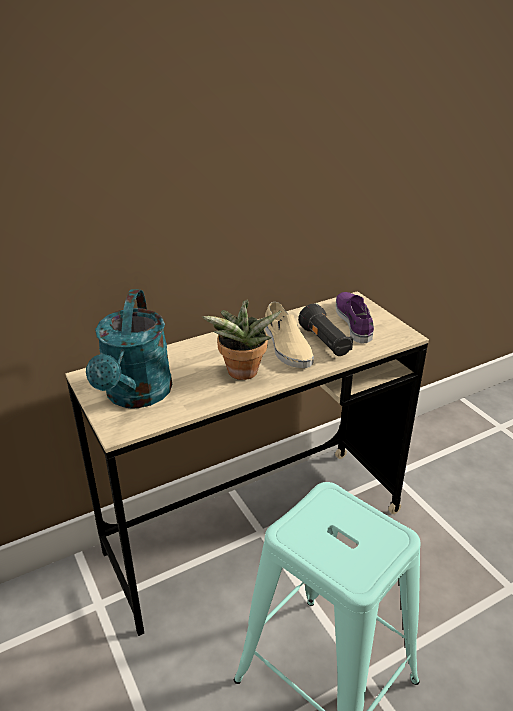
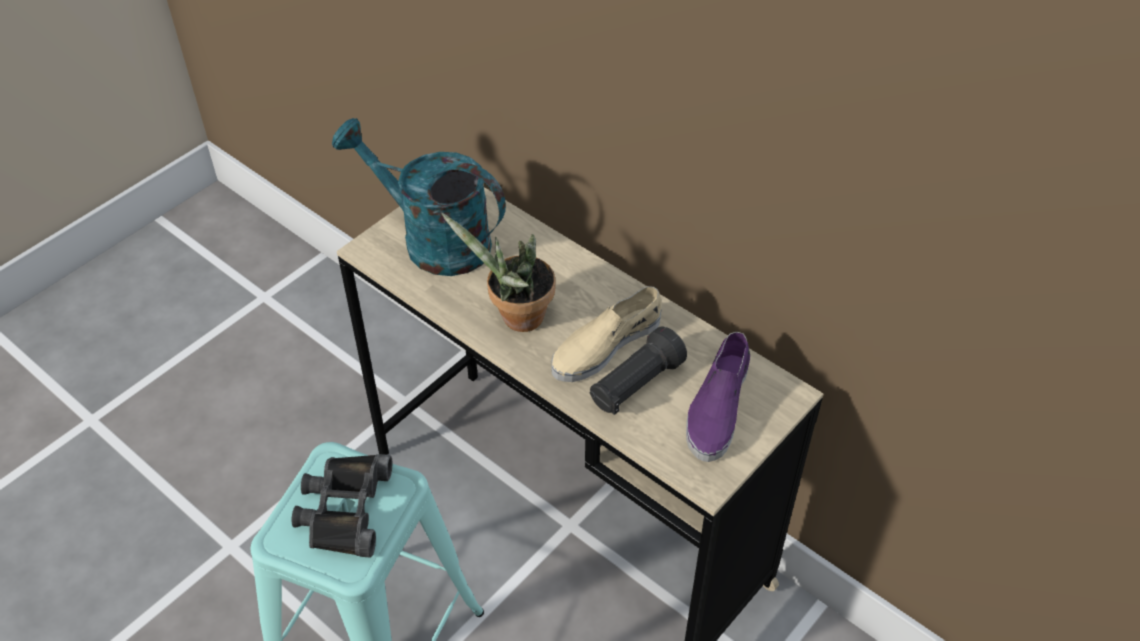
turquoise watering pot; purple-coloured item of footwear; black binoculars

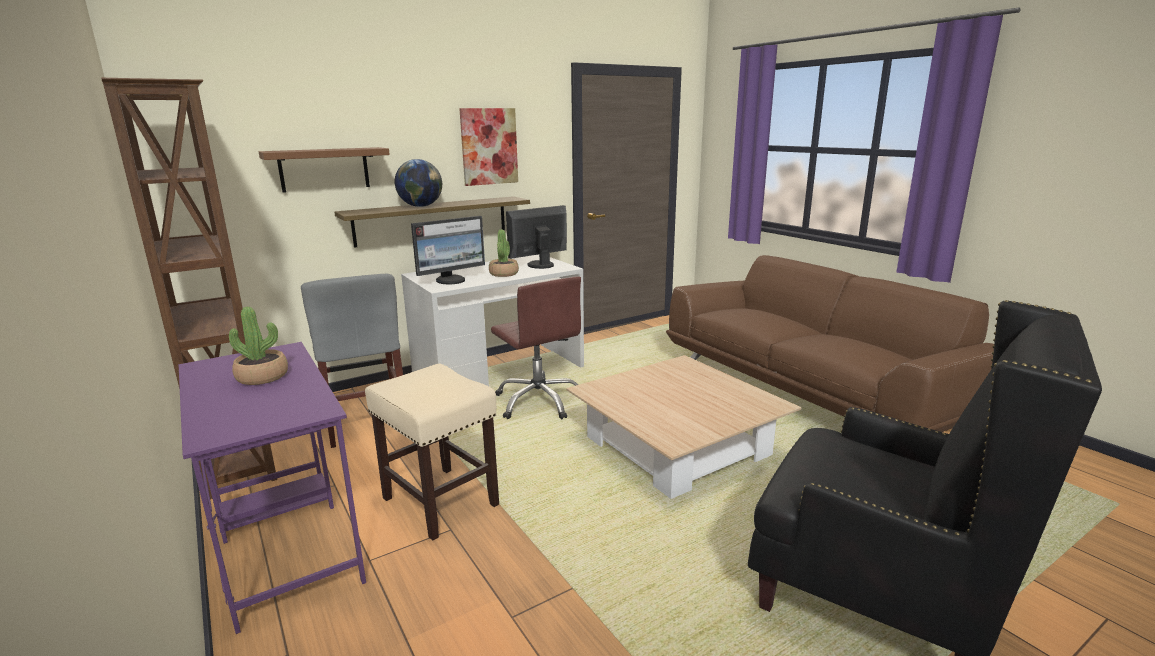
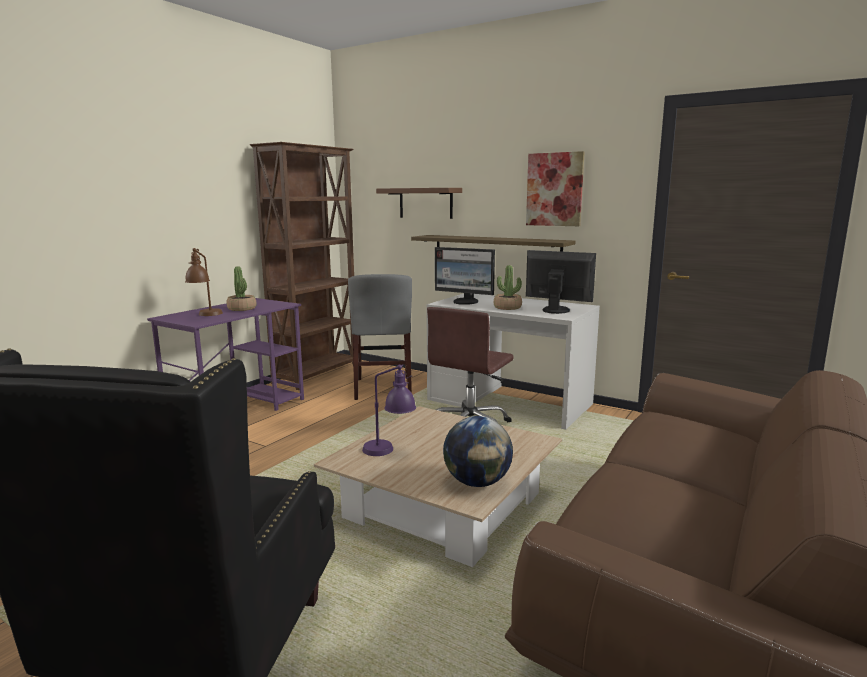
globe; grey chair; beige-coloured stool; brown-coloured table lamp; purple-coloured table lamp

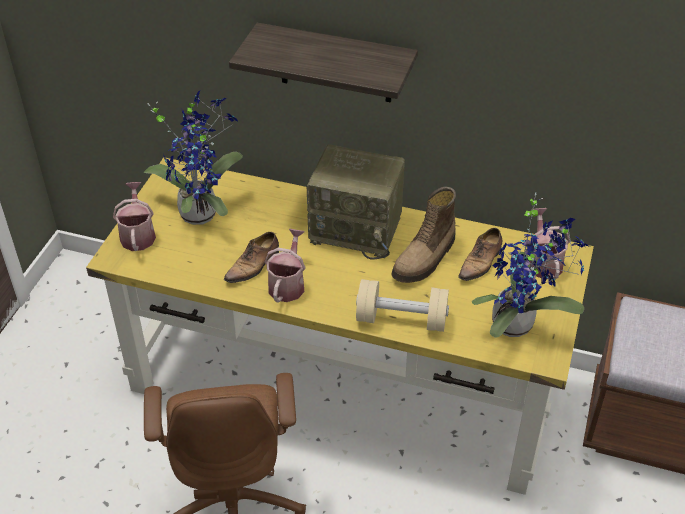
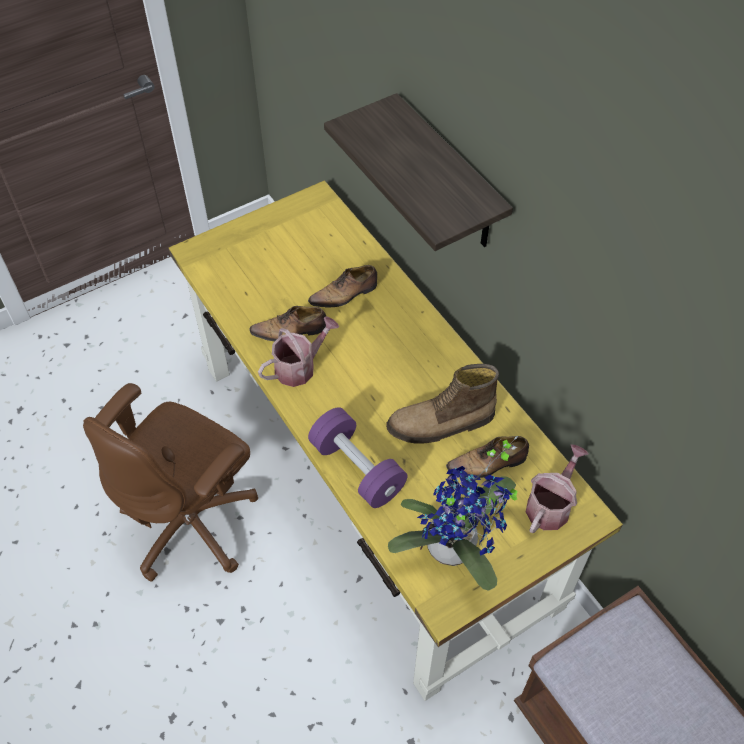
potted plant (no. 1 from left in the first image); radio set; watering pot (no. 1 from left in the first image); purple-coloured dumbbell; item of footwear (no. 2 from left)

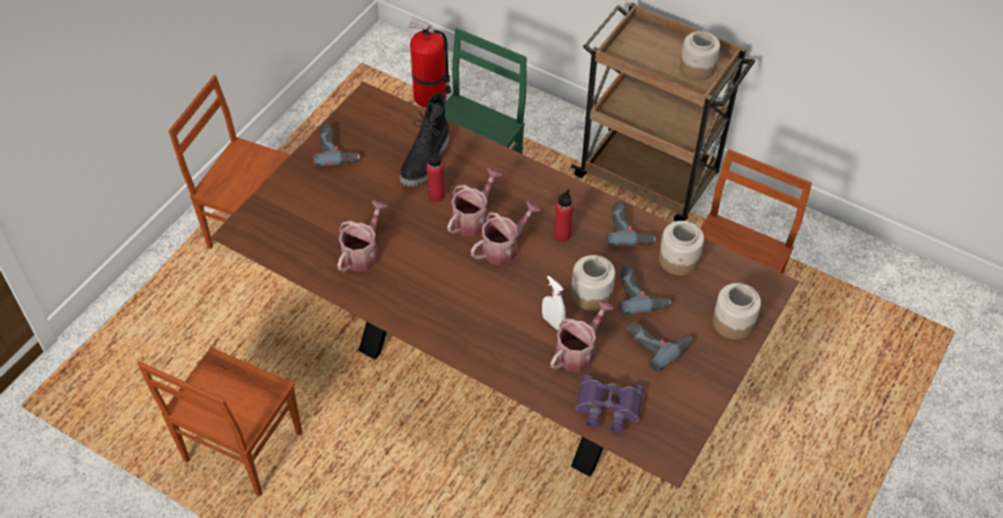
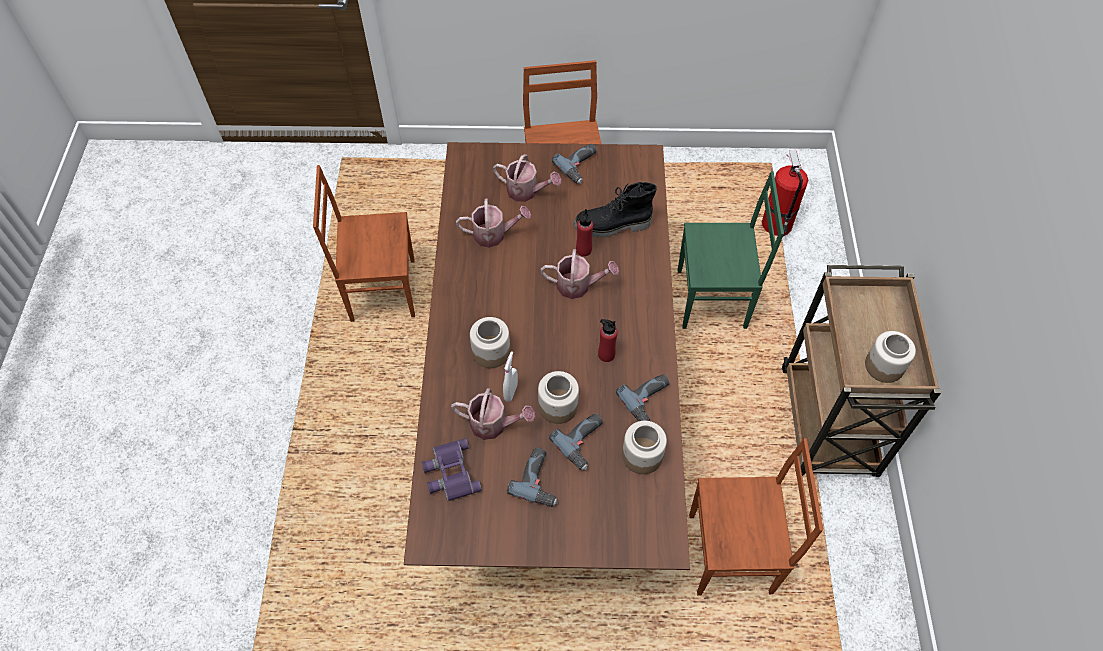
watering pot (no. 3 from left); storage jar (no. 1 from left)

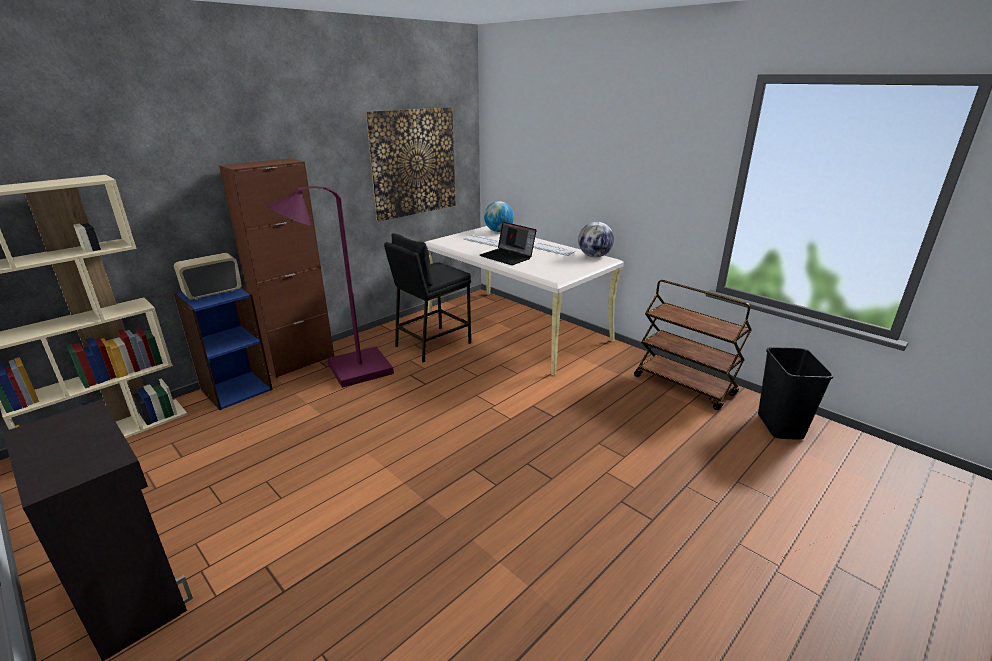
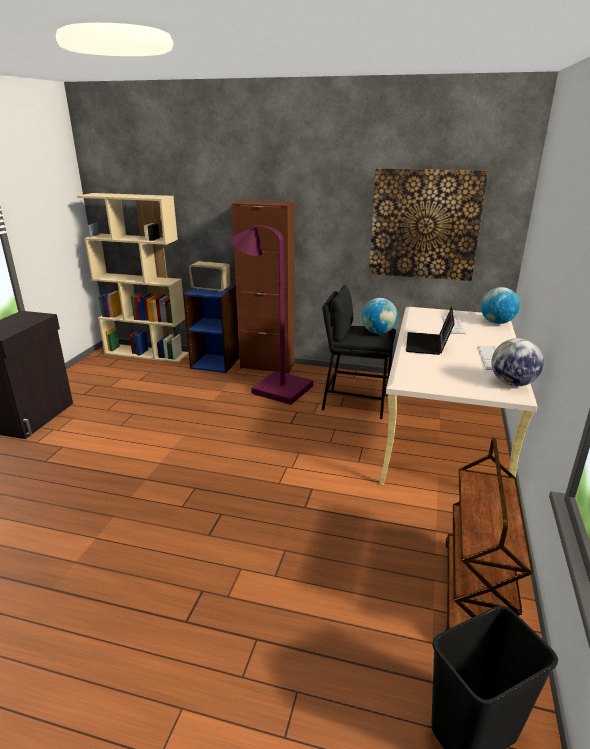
globe (no. 1 from left)

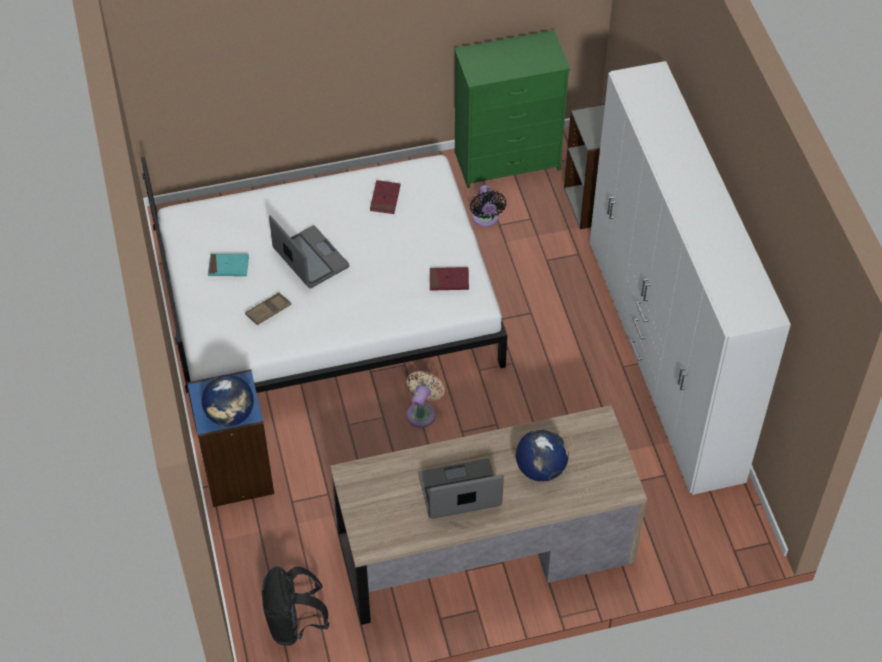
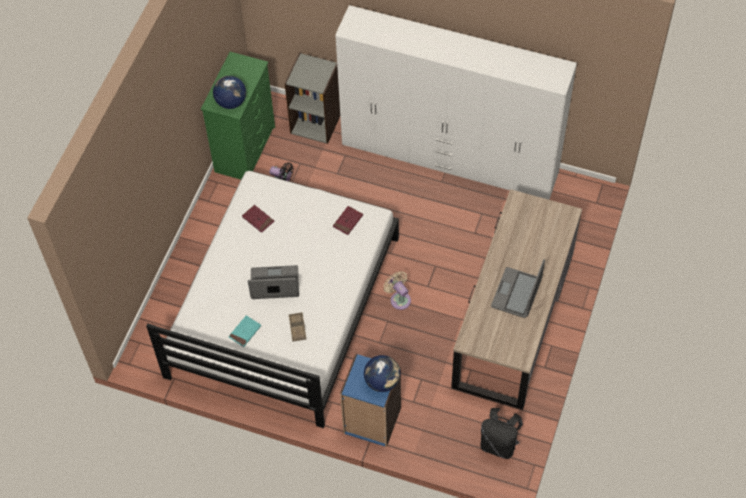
globe (no. 1 from left)

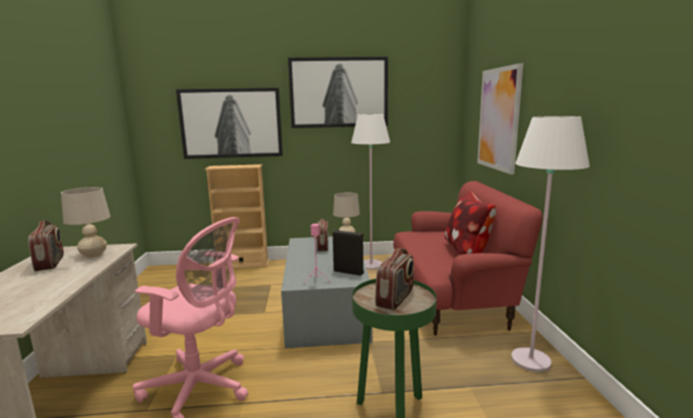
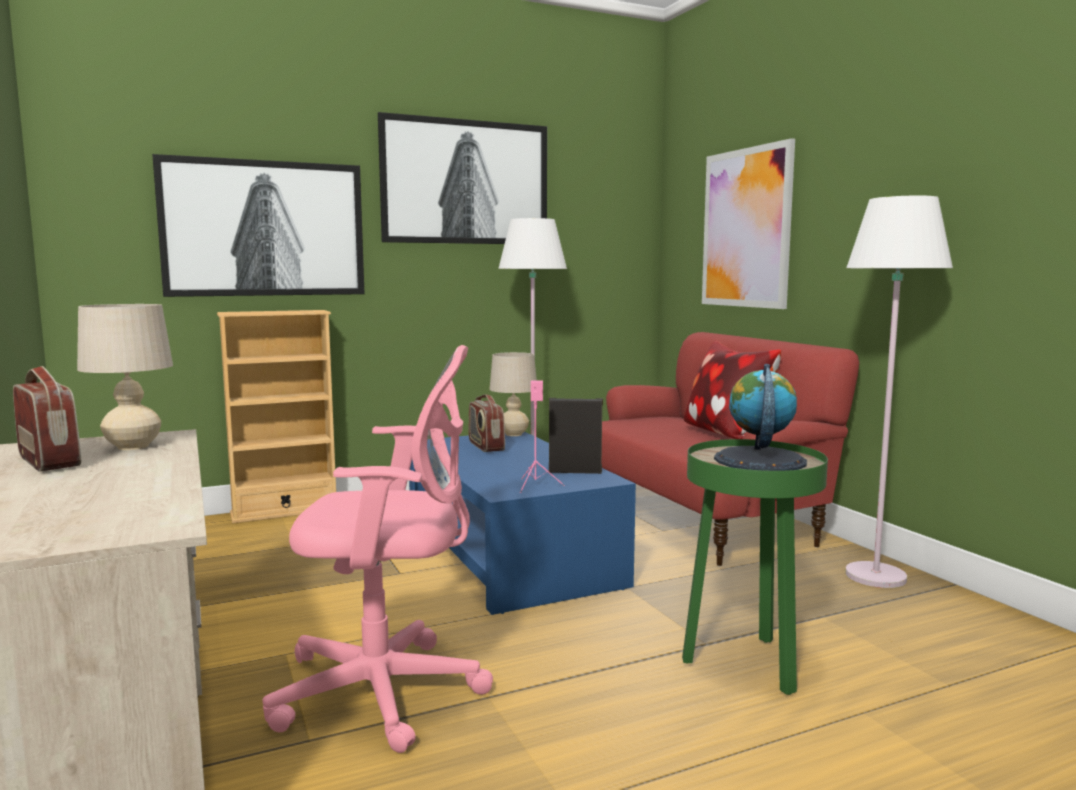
blue-coloured lounge table; globe

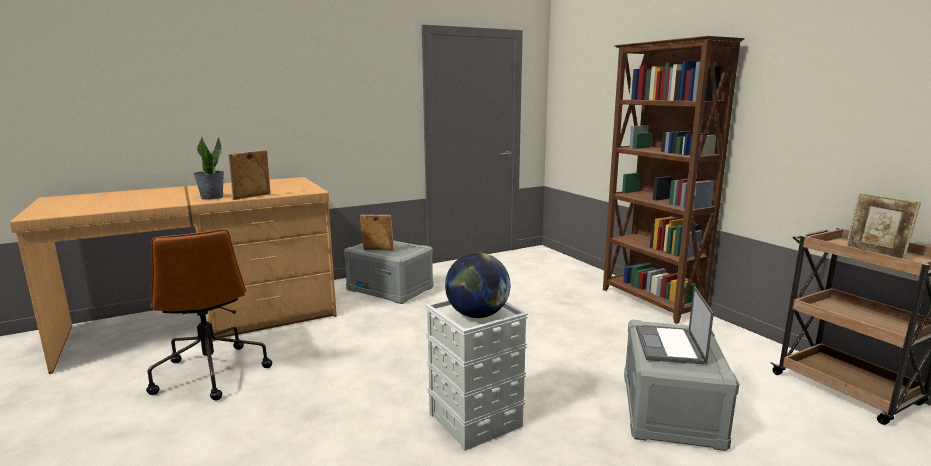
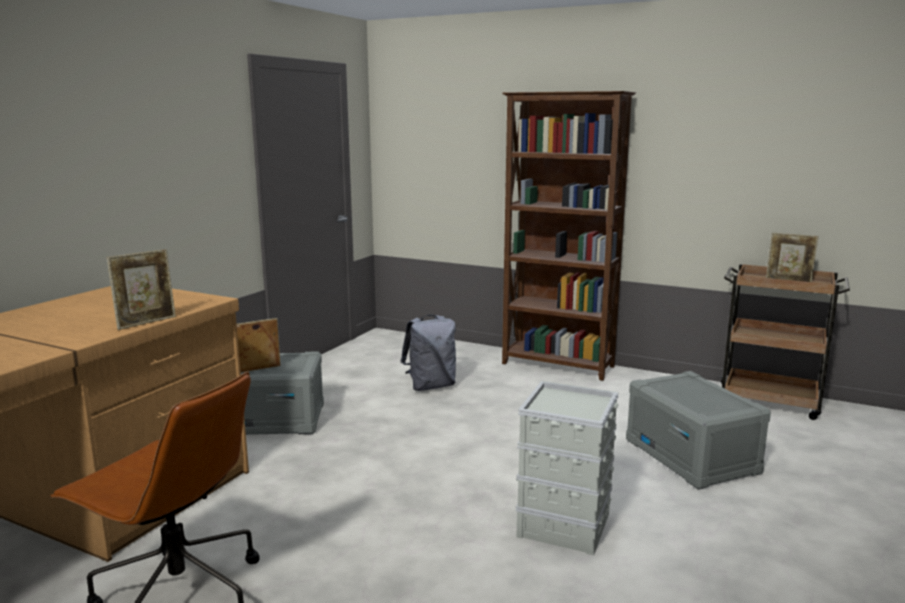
potted plant; photo frame (no. 1 from left); globe; laptop; grey backpack

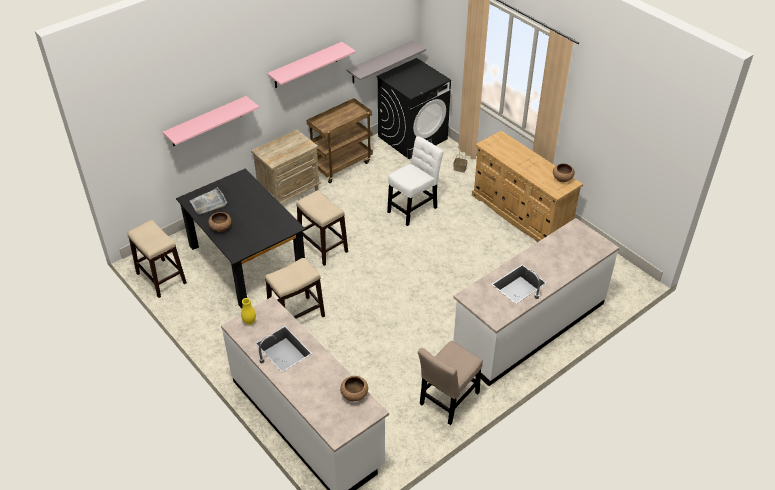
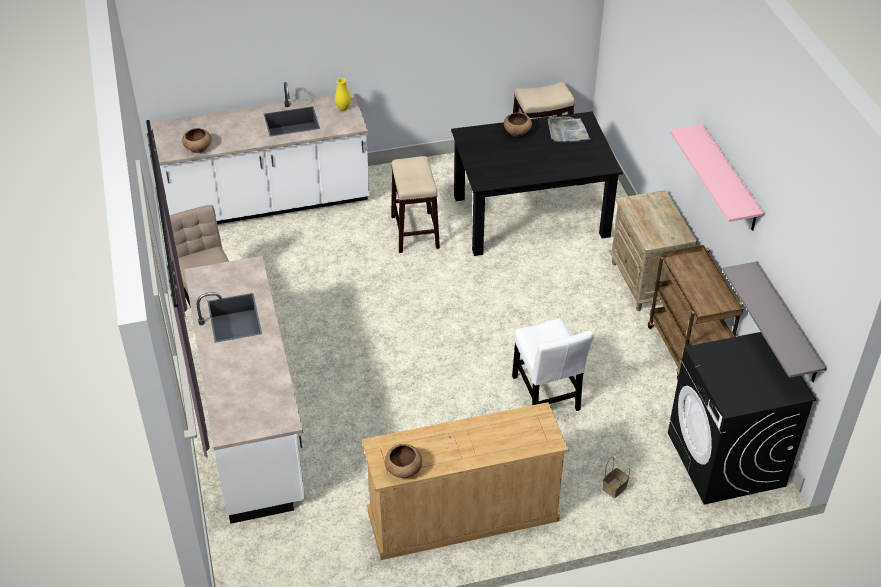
pink-coloured wall shelf (no. 1 from left in the first image); stool (no. 3 from left in the first image)

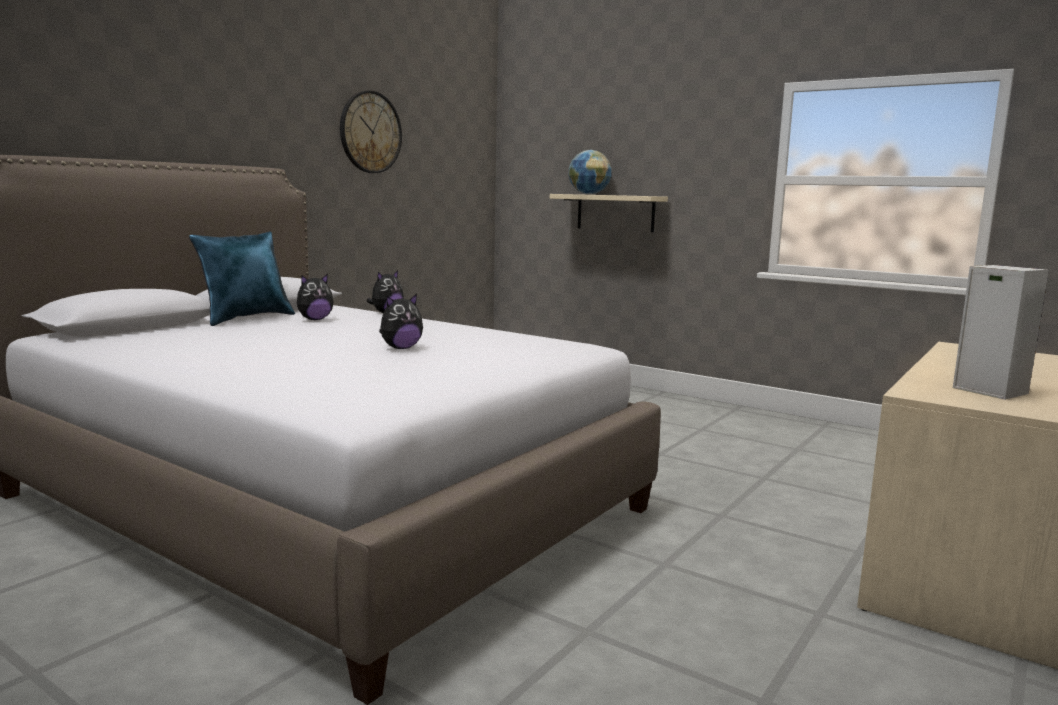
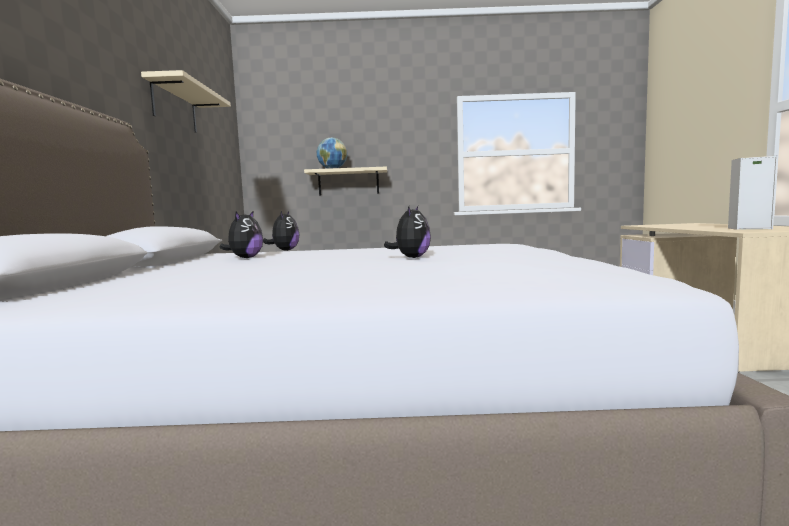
beige-coloured wall shelf (no. 1 from left); blue-coloured cushion

